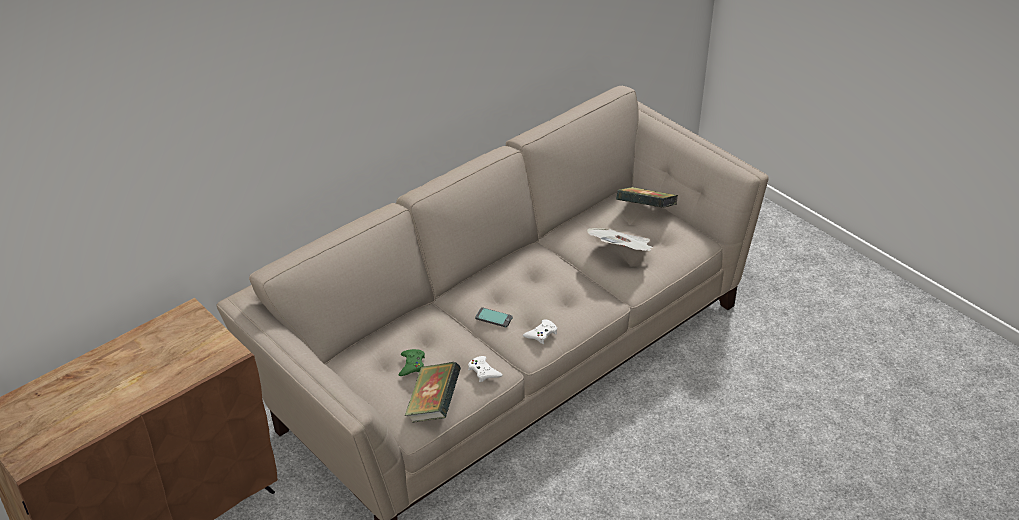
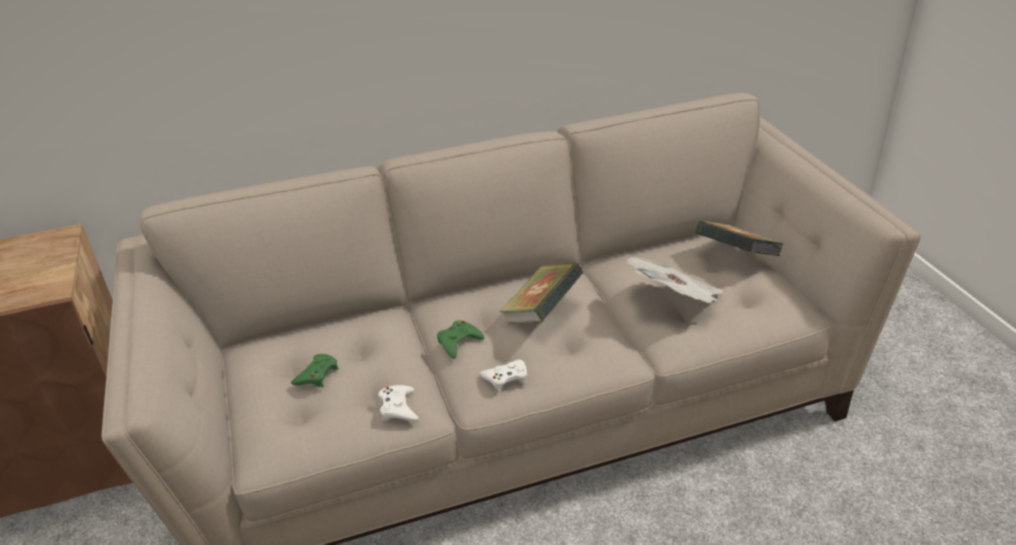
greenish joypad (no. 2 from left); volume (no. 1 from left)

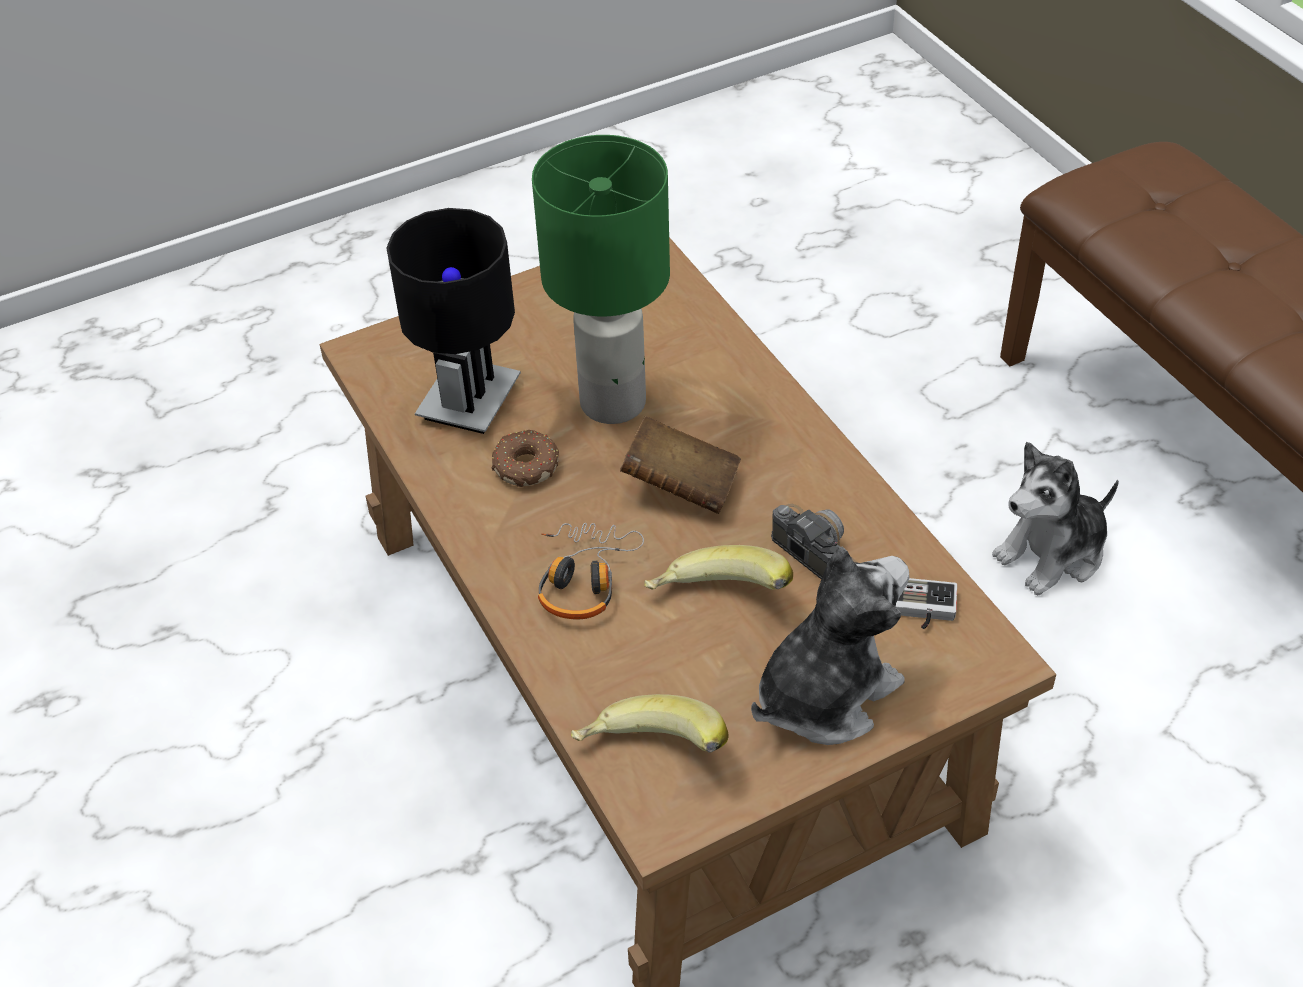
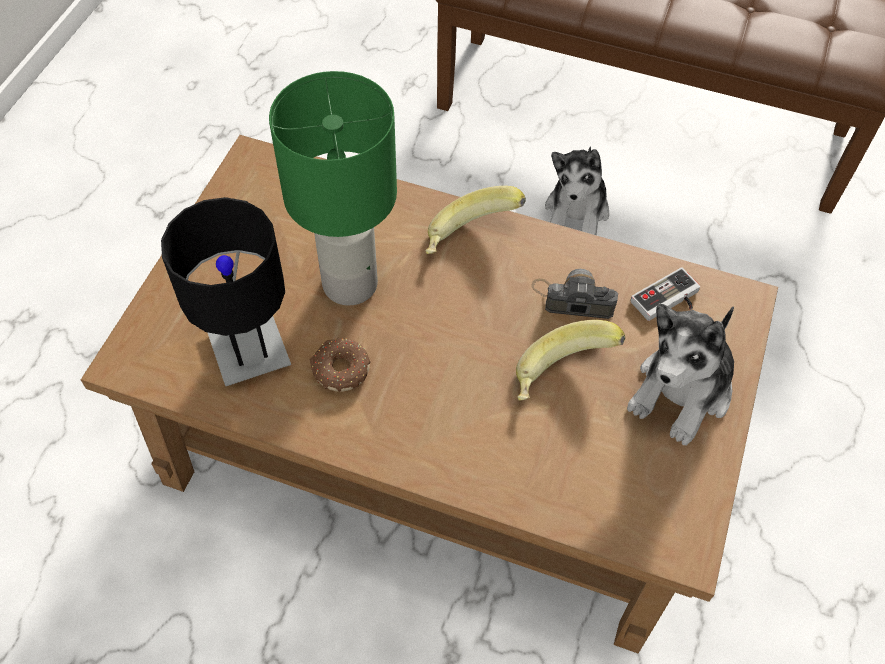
brown-coloured volume; headphones; plush toy (no. 2 from left); whole banana (no. 1 from left)

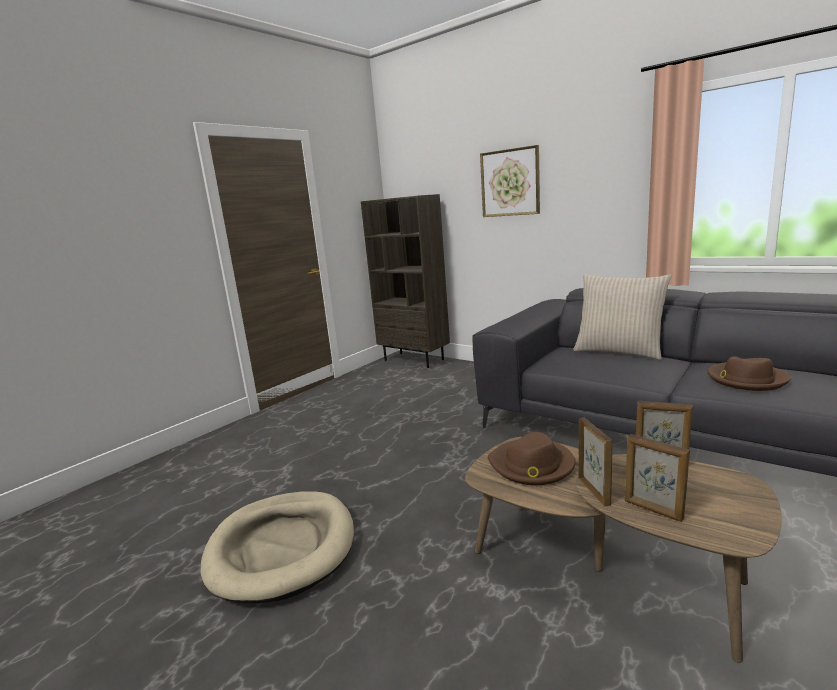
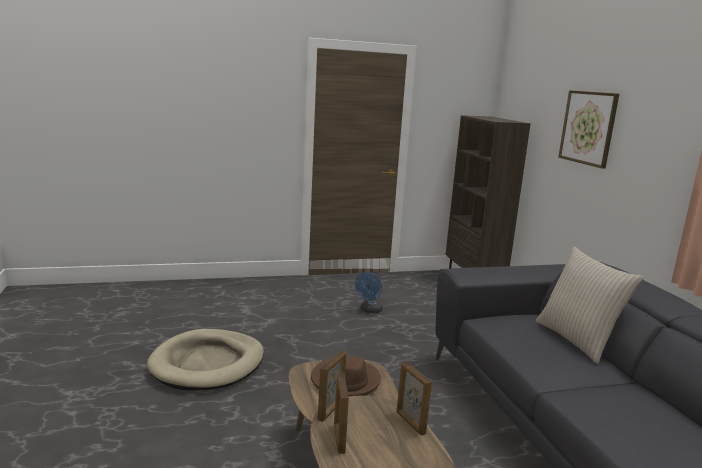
brown-coloured hat (no. 2 from left in the first image); blue-coloured cooling fan

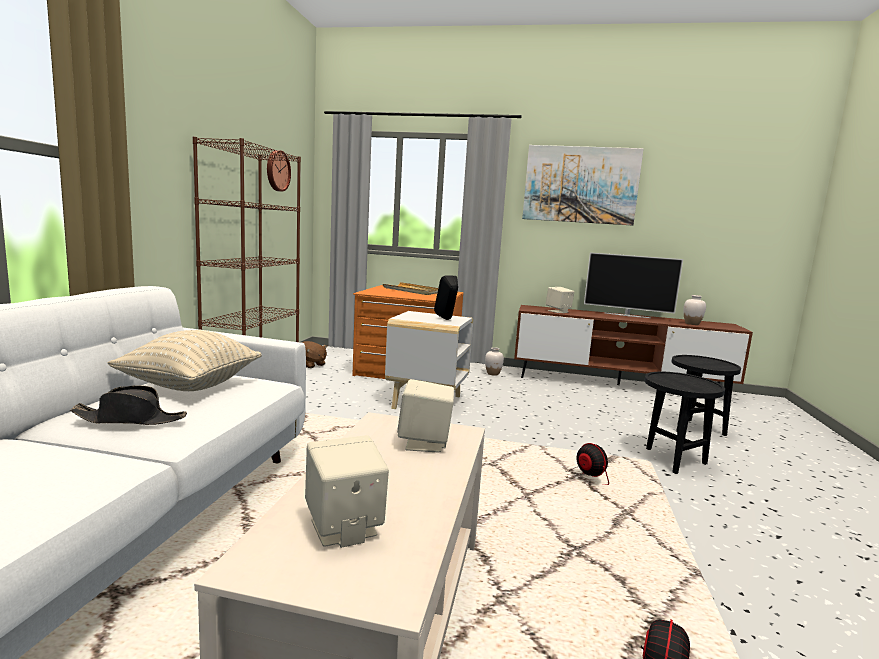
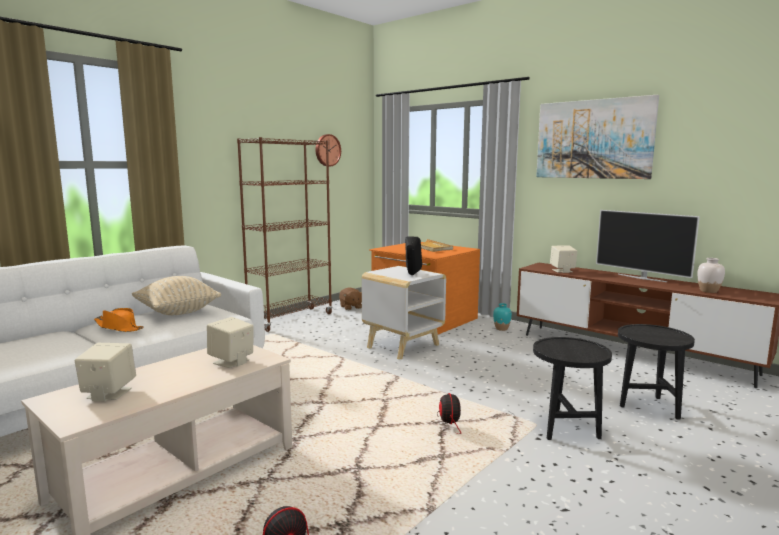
turquoise decorative vase; orange hat

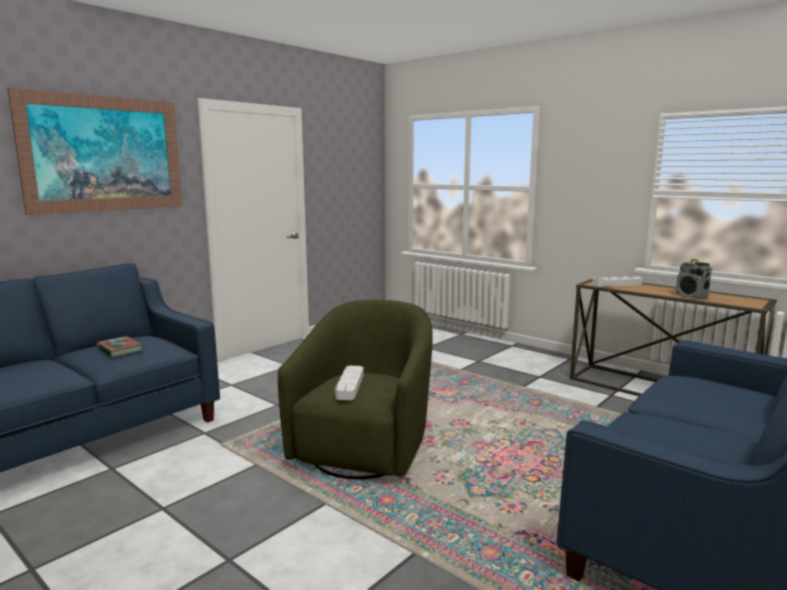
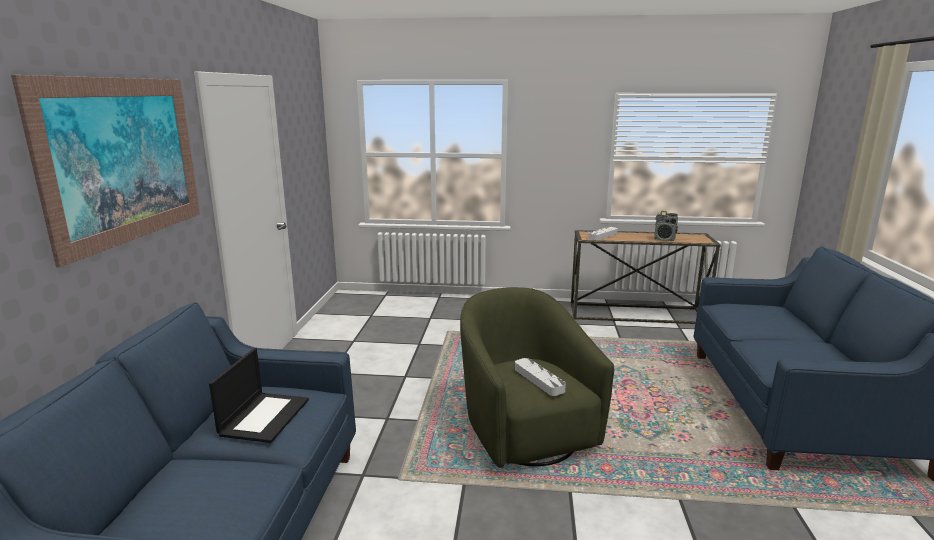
laptop

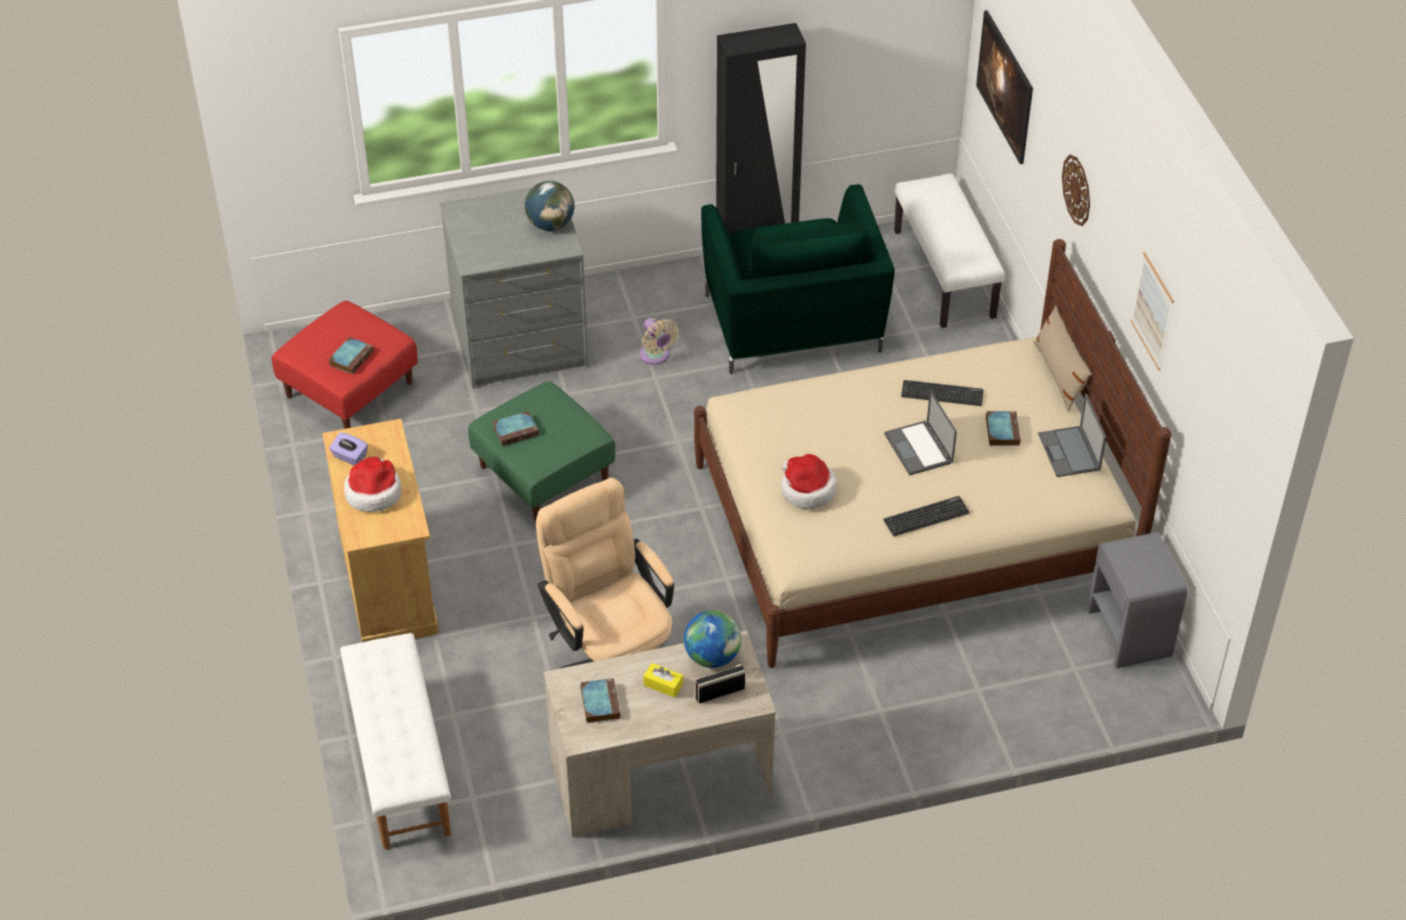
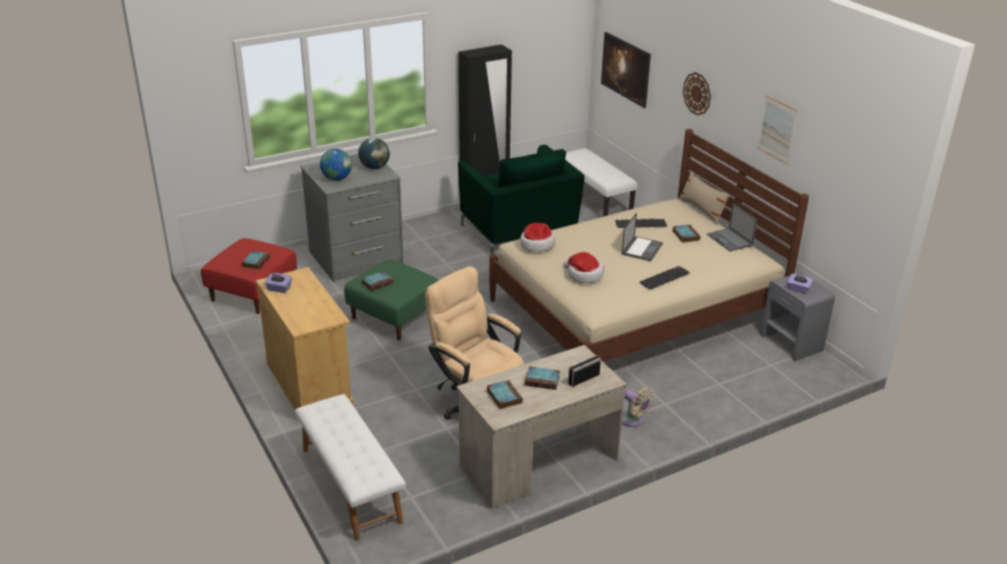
beige-coloured cooling fan; laptop (no. 1 from left); hat (no. 1 from left); globe (no. 1 from left); volume (no. 4 from left); purple-coloured tissue holder (no. 2 from left)

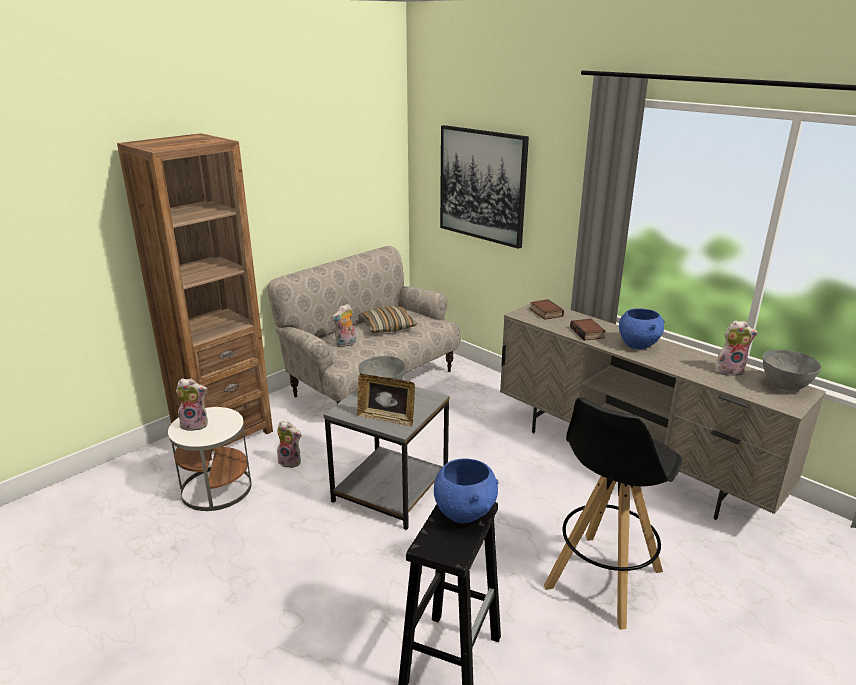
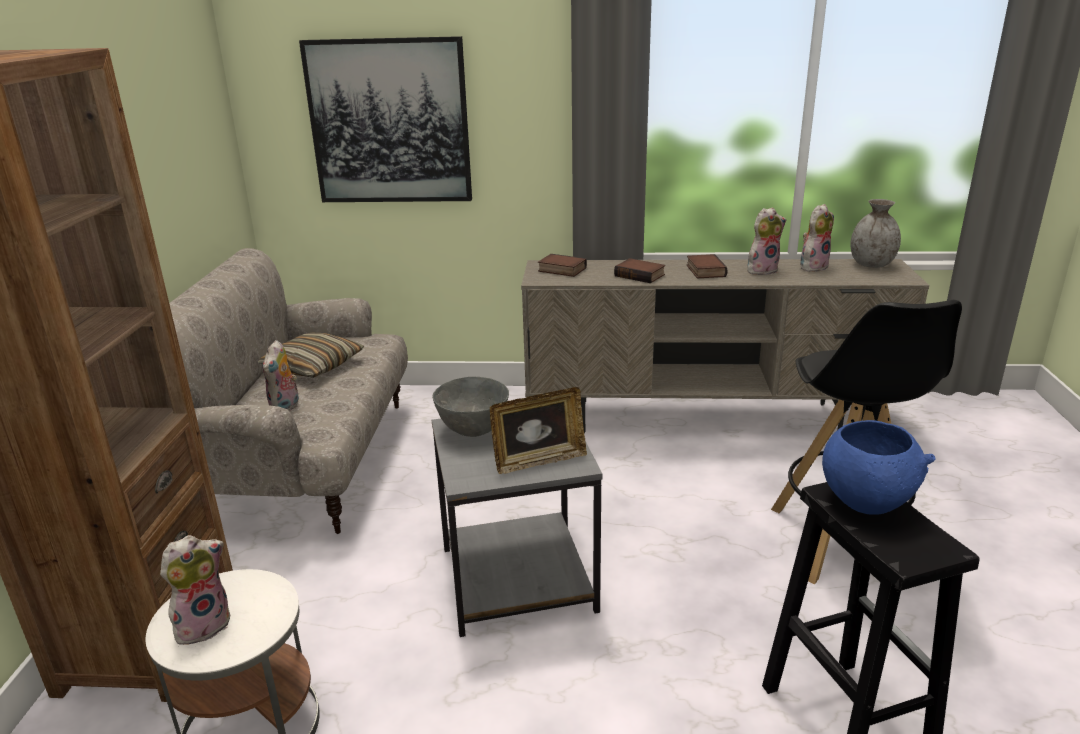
volume (no. 3 from left); grey decorative vase; plush toy (no. 3 from left)

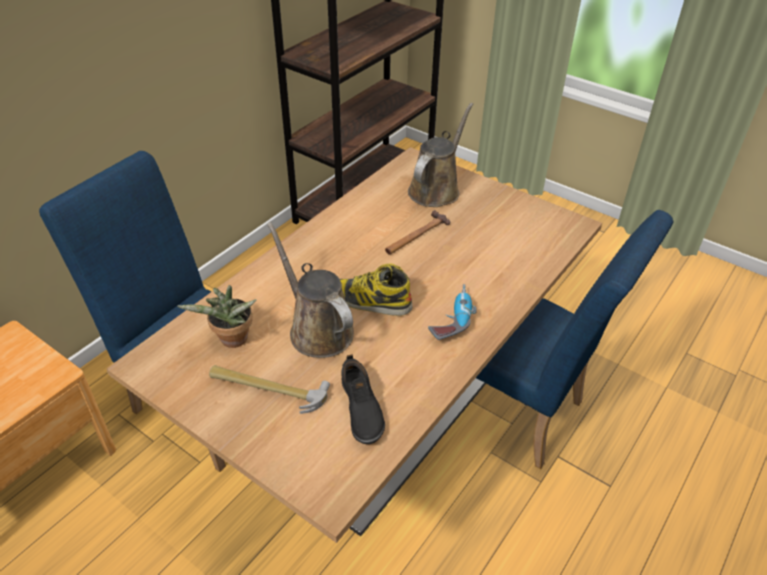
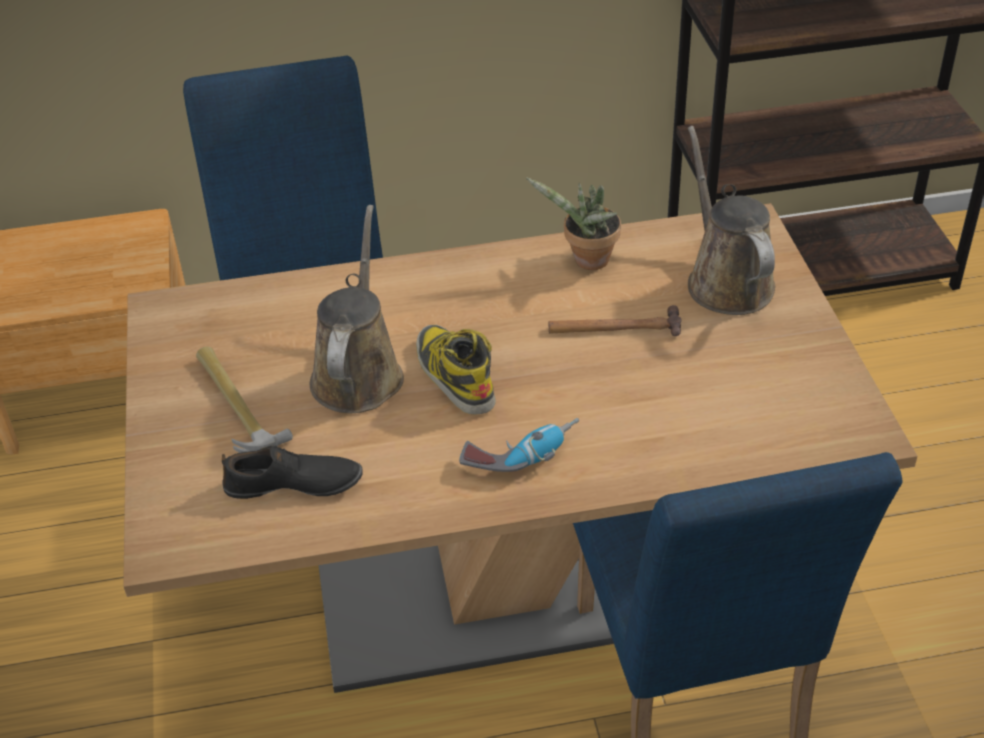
brown-coloured watering pot (no. 2 from left); potted plant; black item of footwear

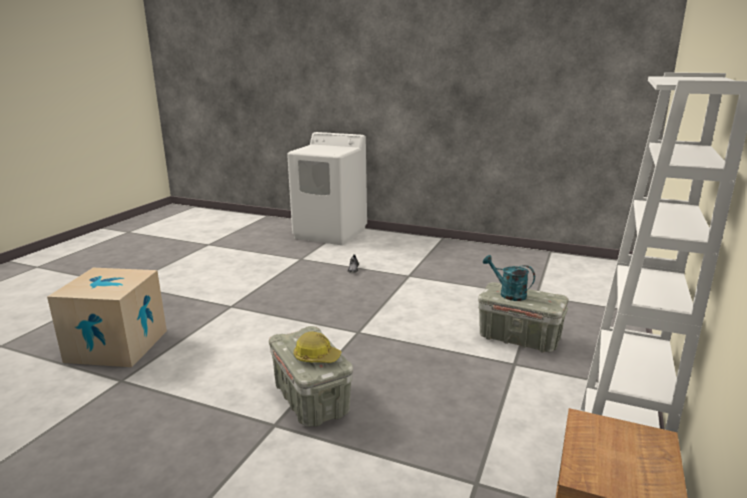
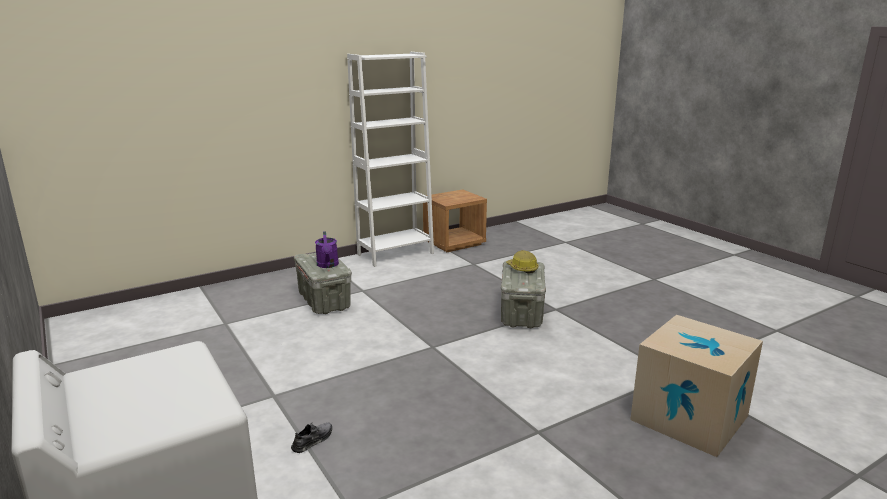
purple-coloured watering pot

